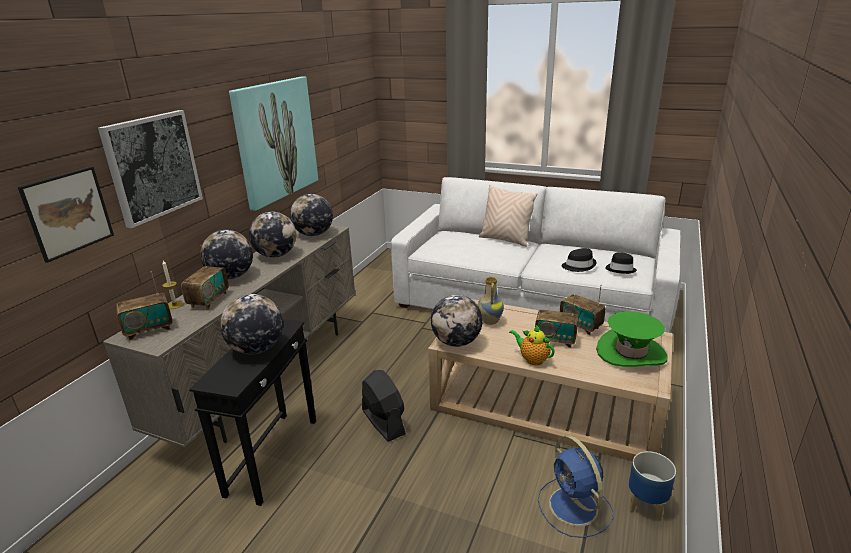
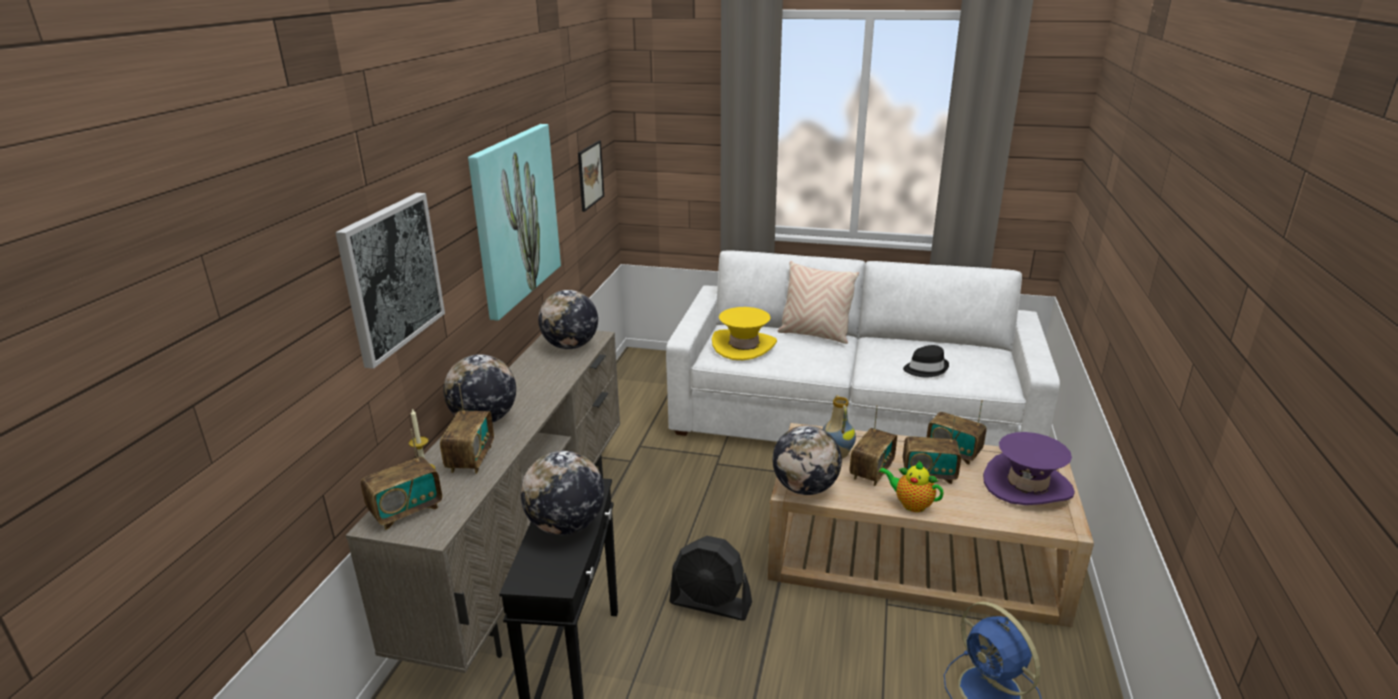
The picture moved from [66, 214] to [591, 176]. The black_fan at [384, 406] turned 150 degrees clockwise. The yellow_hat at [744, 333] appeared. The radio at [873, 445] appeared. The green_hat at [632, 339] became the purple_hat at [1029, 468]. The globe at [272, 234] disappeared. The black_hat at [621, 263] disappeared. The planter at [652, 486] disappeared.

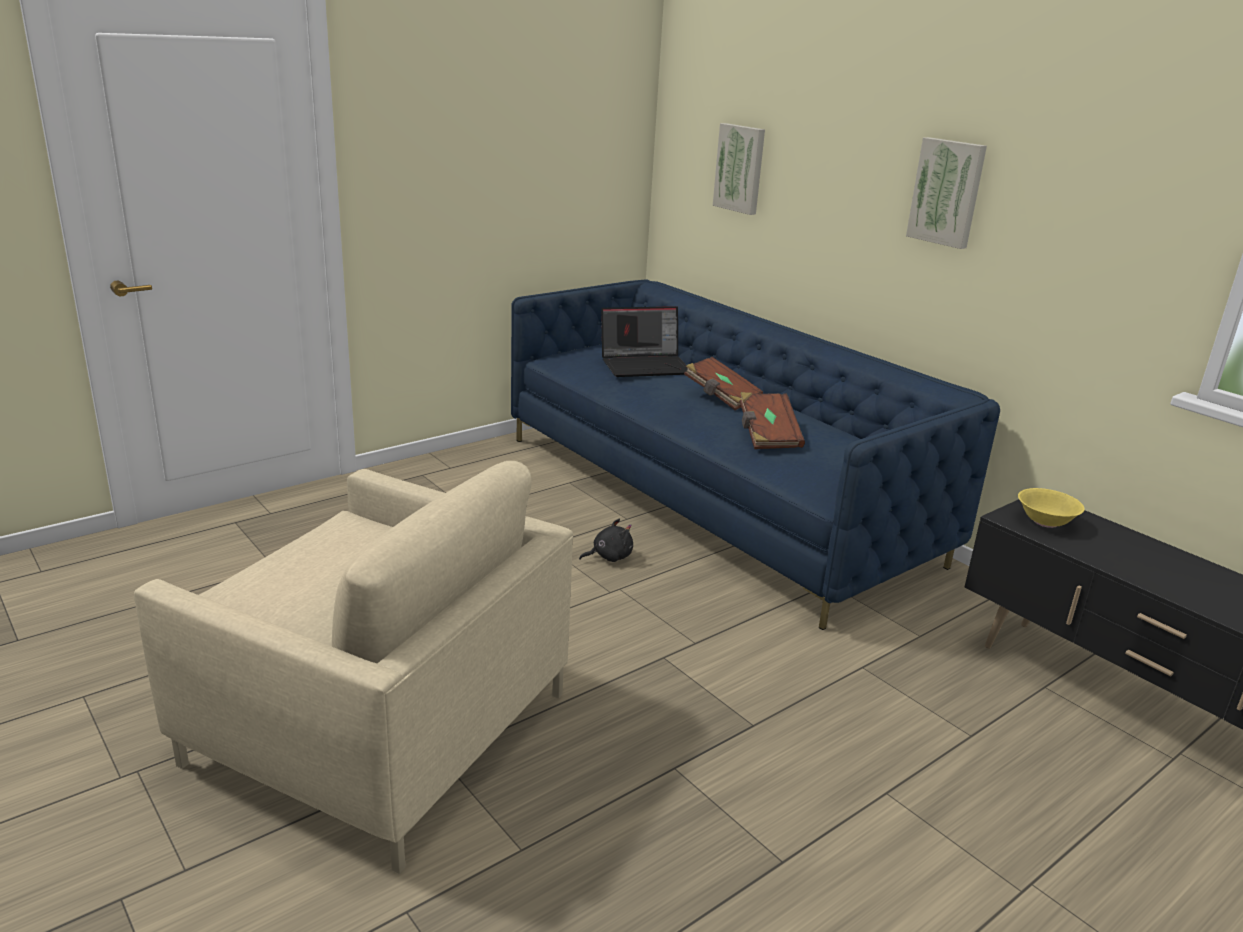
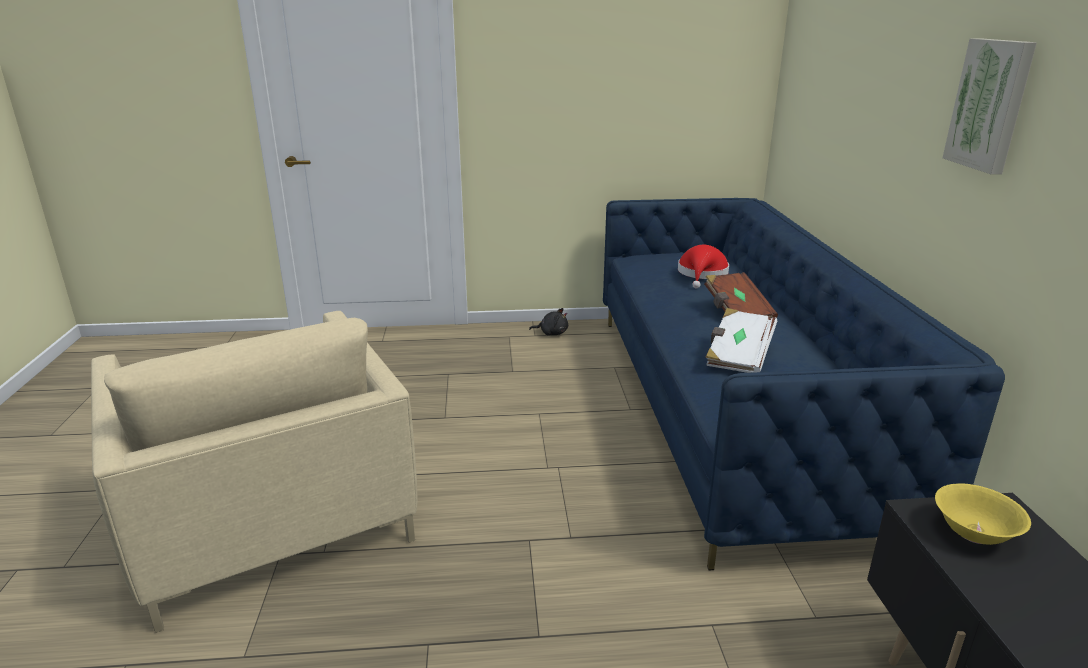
The black_plush_toy moved from [606, 540] to [548, 321]. The laptop at [644, 341] was replaced by the red_hat at [703, 266]. The brown_book at [772, 420] became the white_book at [741, 340]. The picture at [739, 169] disappeared.

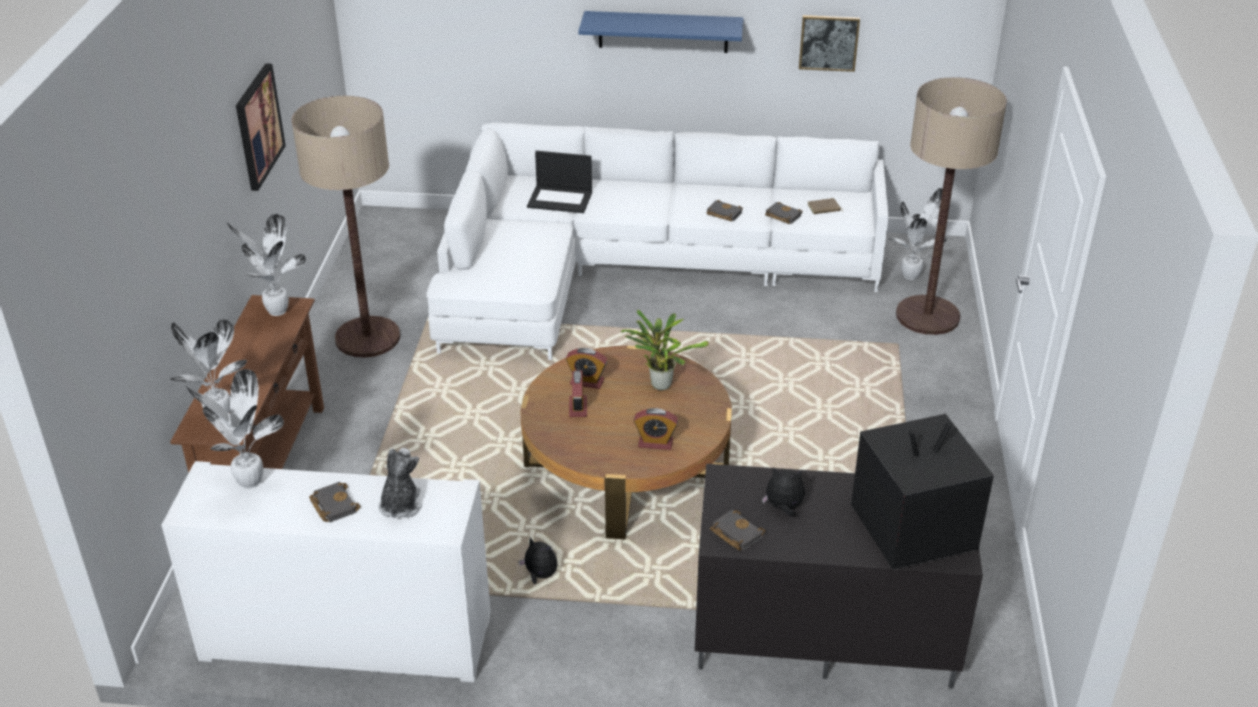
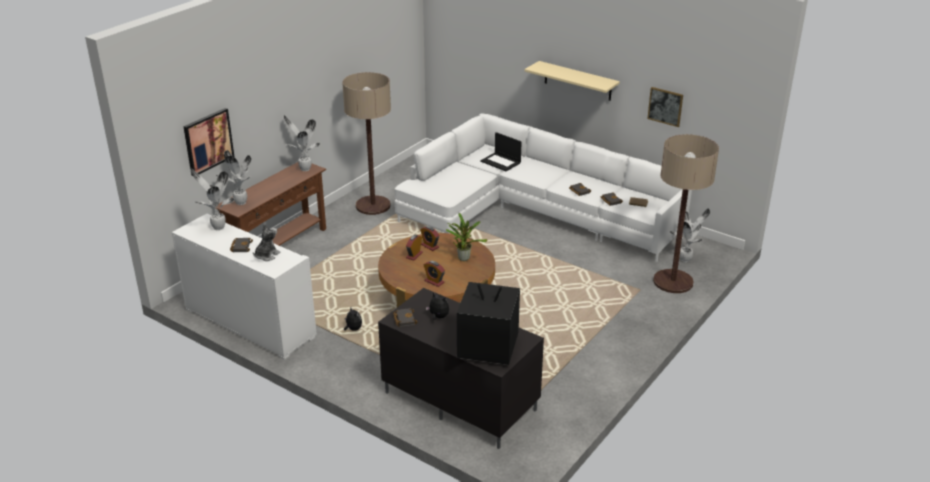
The picture moved from [261, 127] to [208, 142]. The blue_shelf at [661, 32] became the beige_shelf at [572, 81].

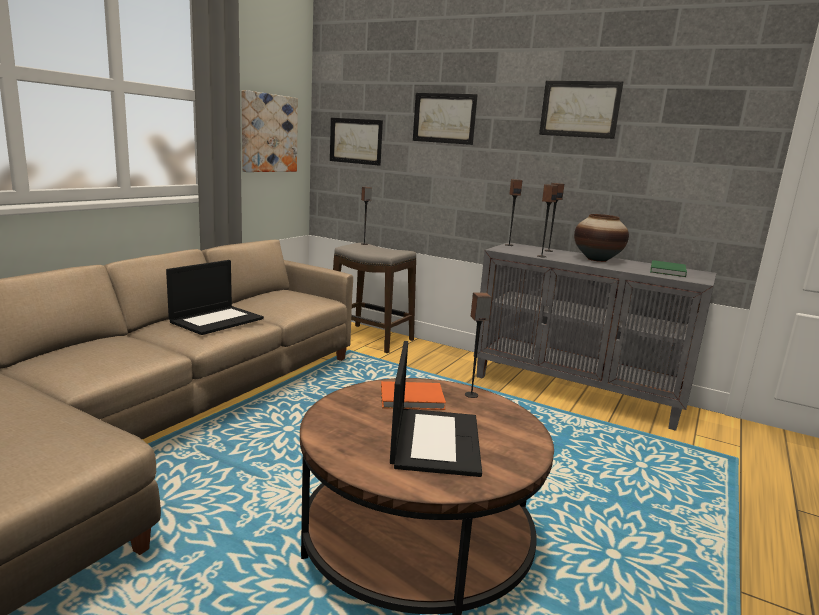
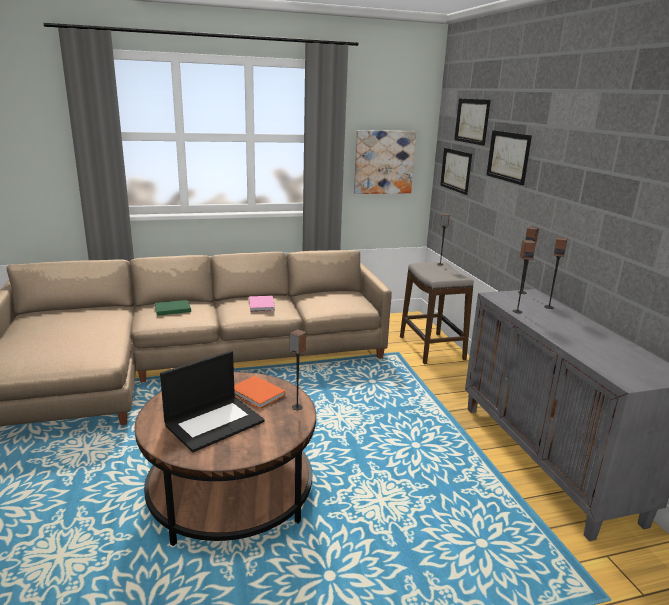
The green_book moved from [668, 268] to [173, 308]. The laptop at [215, 297] was replaced by the pink_book at [262, 304]. The picture moved from [581, 110] to [472, 122]. The vase at [601, 238] disappeared.

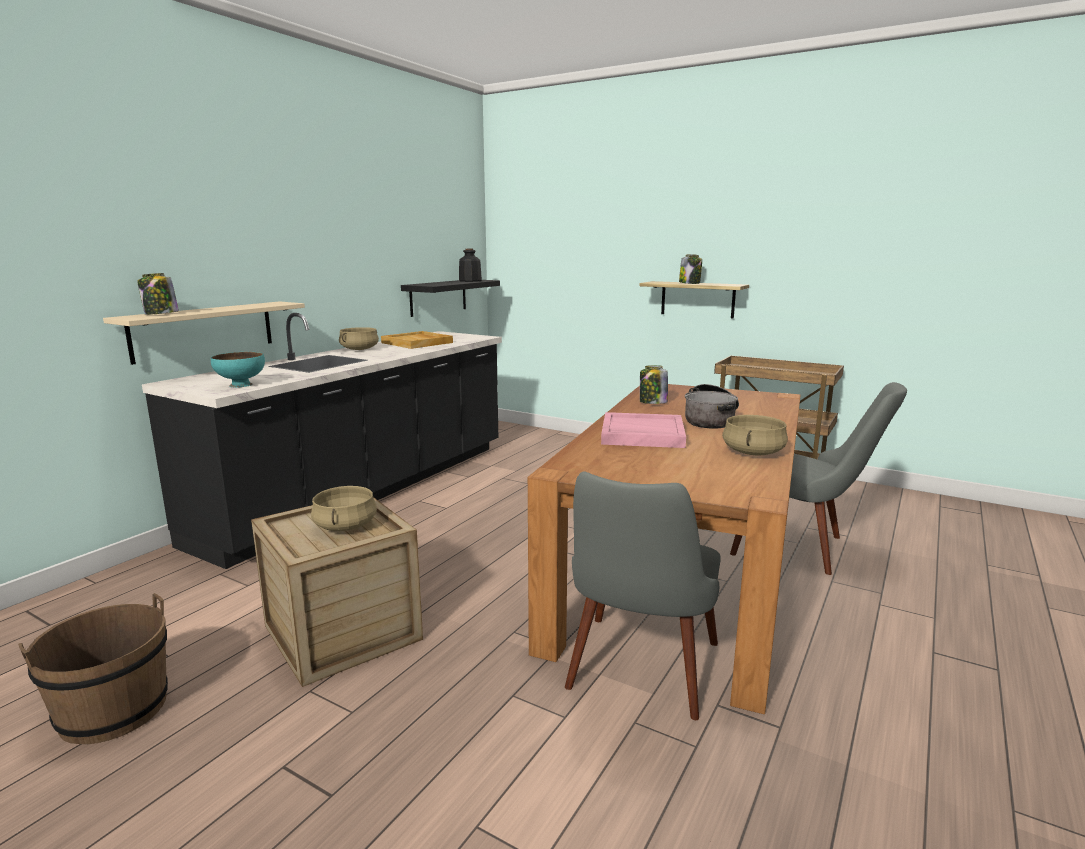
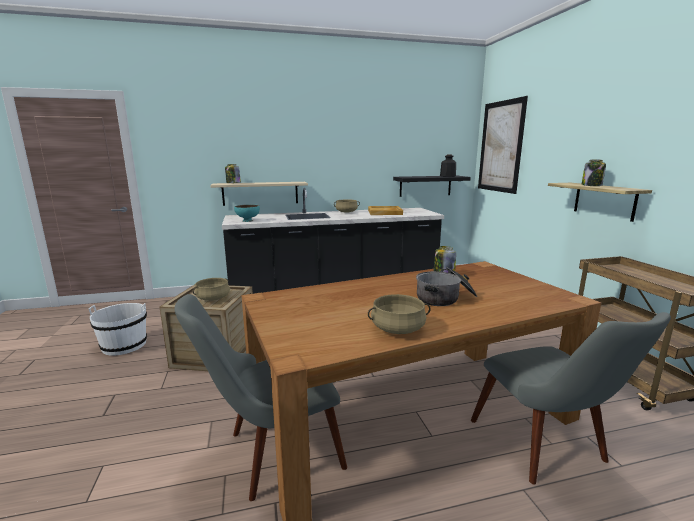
The brown_bucket at [93, 668] became the white_bucket at [118, 329]. The picture at [503, 145] appeared. The pink_tray at [643, 430] disappeared.

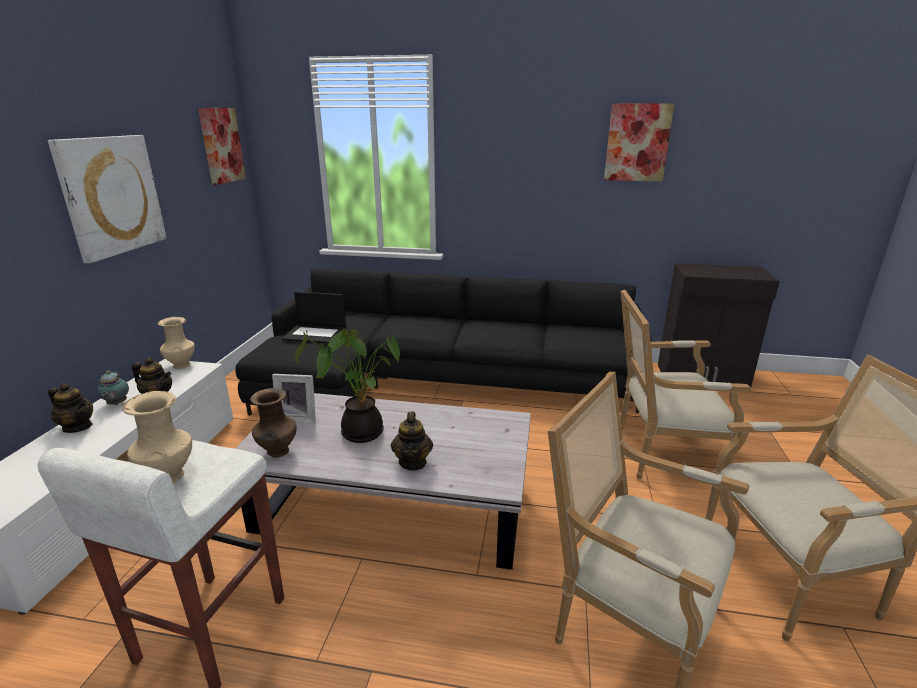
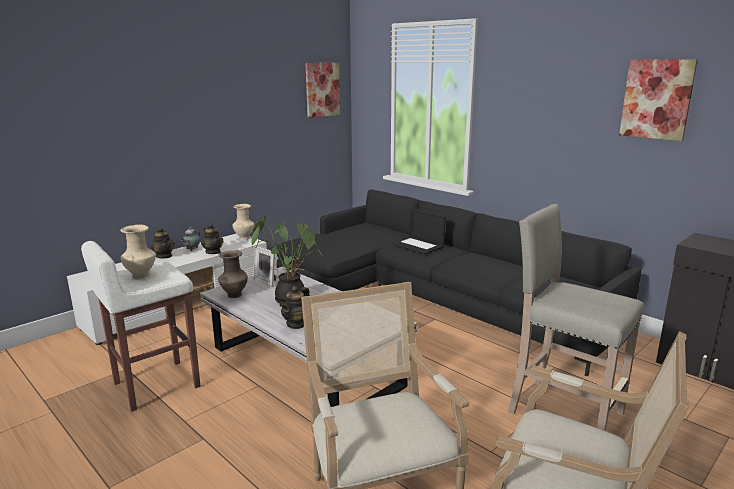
The laptop moved from [314, 318] to [418, 232]. The armchair at [685, 384] was replaced by the beige_stool at [576, 317]. The picture at [107, 199] disappeared.

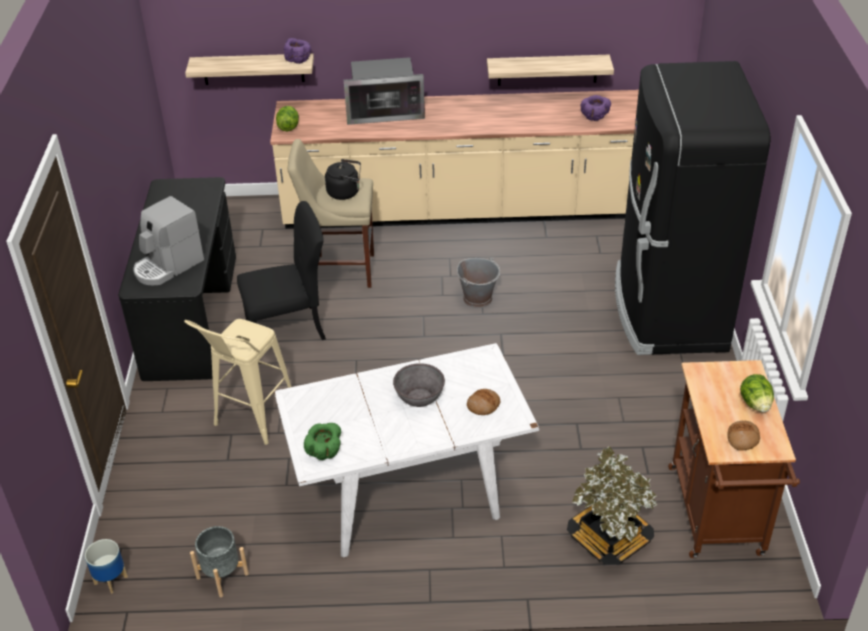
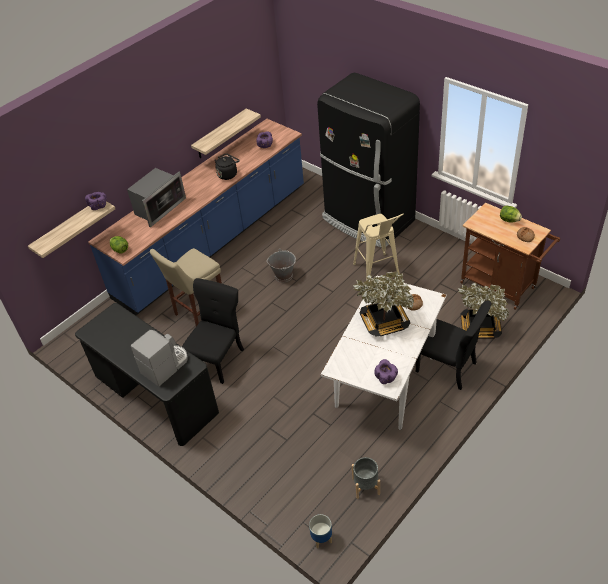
The beige_counter at [454, 159] became the blue_counter at [196, 217]. The coffee_machine at [168, 240] turned 135 degrees counterclockwise. The black_kettle moved from [343, 179] to [227, 166]. The beige_stool moved from [237, 382] to [378, 247]. The grey_bowl at [419, 385] was replaced by the potted_plant at [383, 304]. The green_bowl at [322, 441] became the purple_bowl at [386, 371]. The black_chair at [454, 345] appeared.

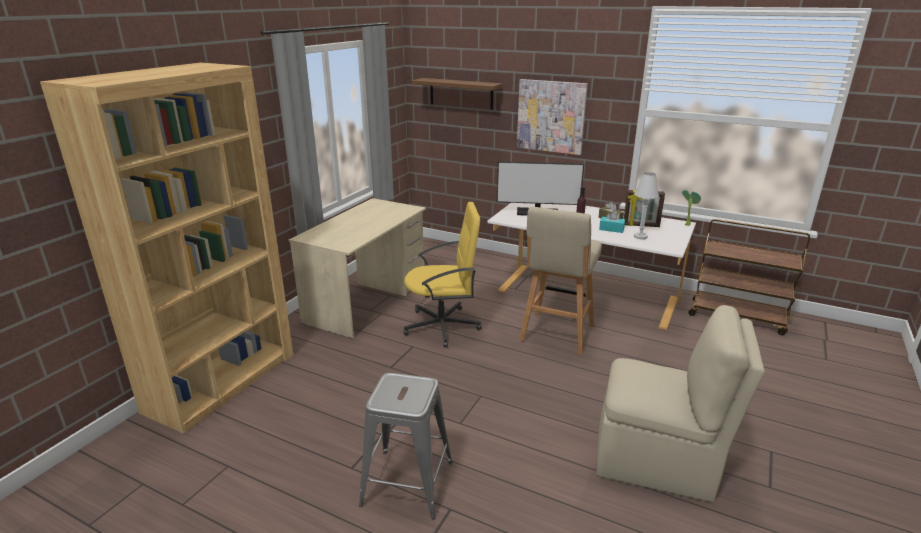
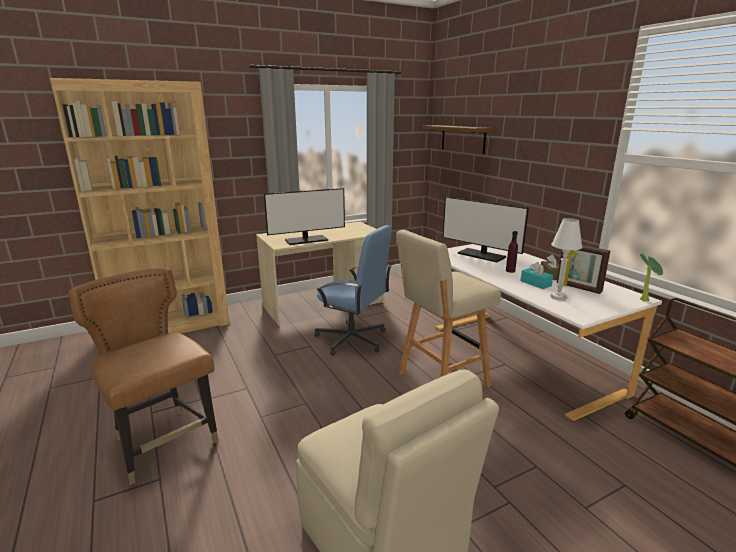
The grey_stool at [405, 446] was replaced by the brown_chair at [143, 376]. The monitor at [304, 216] appeared. The yellow_office_chair at [443, 274] became the blue_office_chair at [353, 290]. The picture at [552, 117] disappeared.

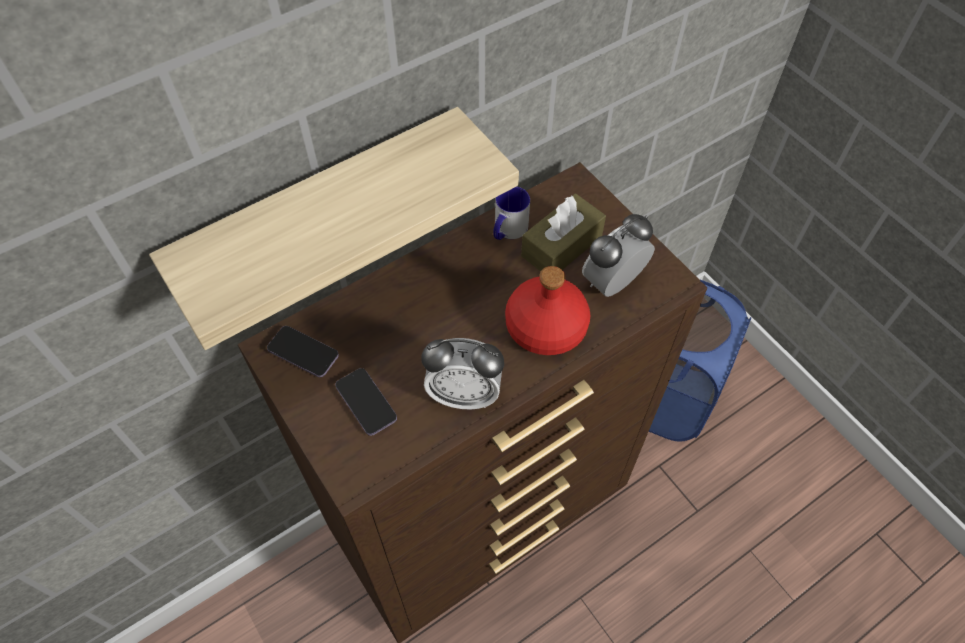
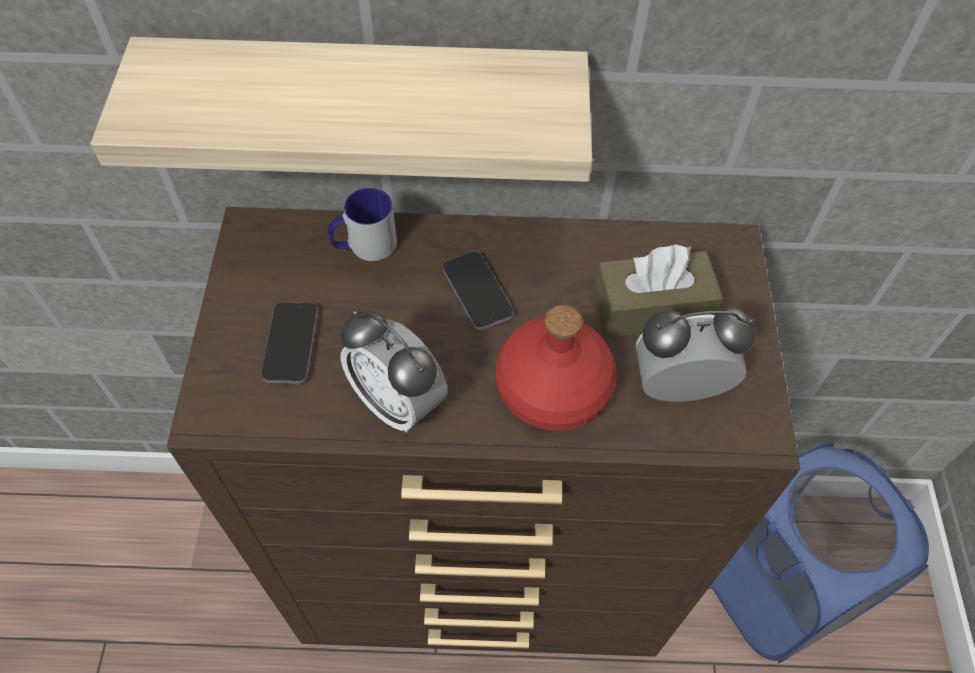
The mug moved from [511, 213] to [362, 224]. The phone moved from [303, 351] to [478, 290].

